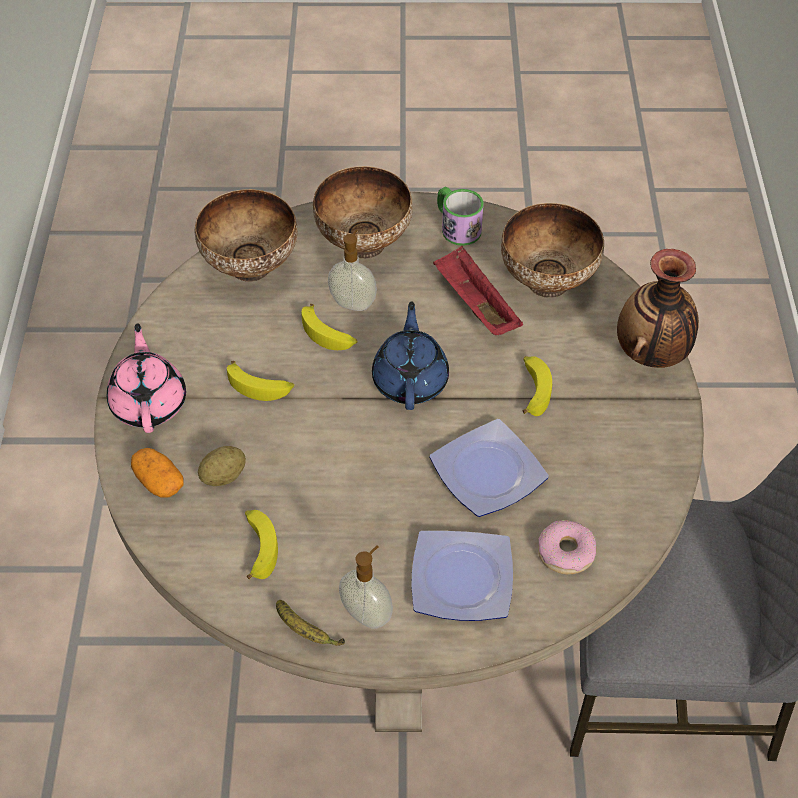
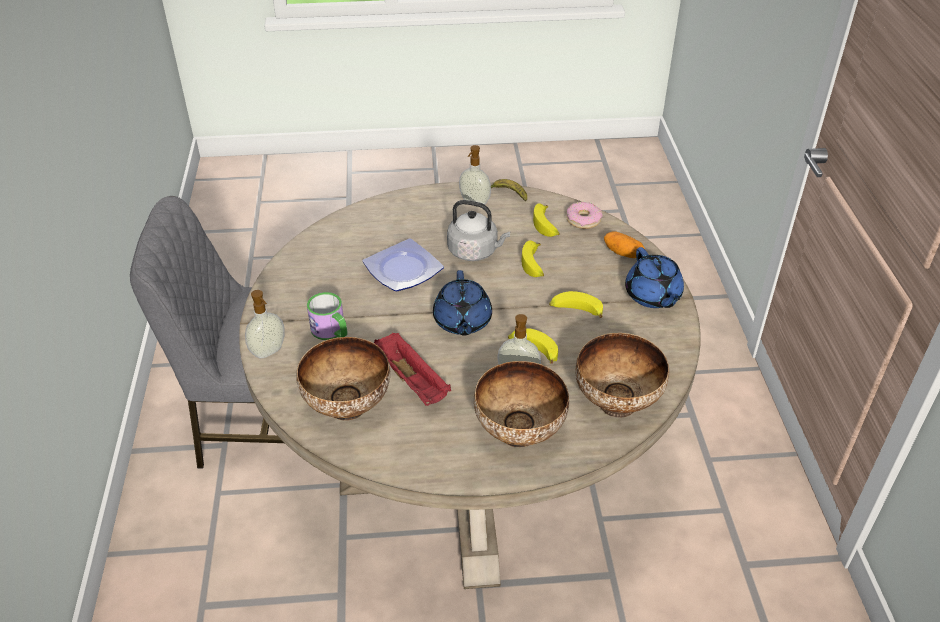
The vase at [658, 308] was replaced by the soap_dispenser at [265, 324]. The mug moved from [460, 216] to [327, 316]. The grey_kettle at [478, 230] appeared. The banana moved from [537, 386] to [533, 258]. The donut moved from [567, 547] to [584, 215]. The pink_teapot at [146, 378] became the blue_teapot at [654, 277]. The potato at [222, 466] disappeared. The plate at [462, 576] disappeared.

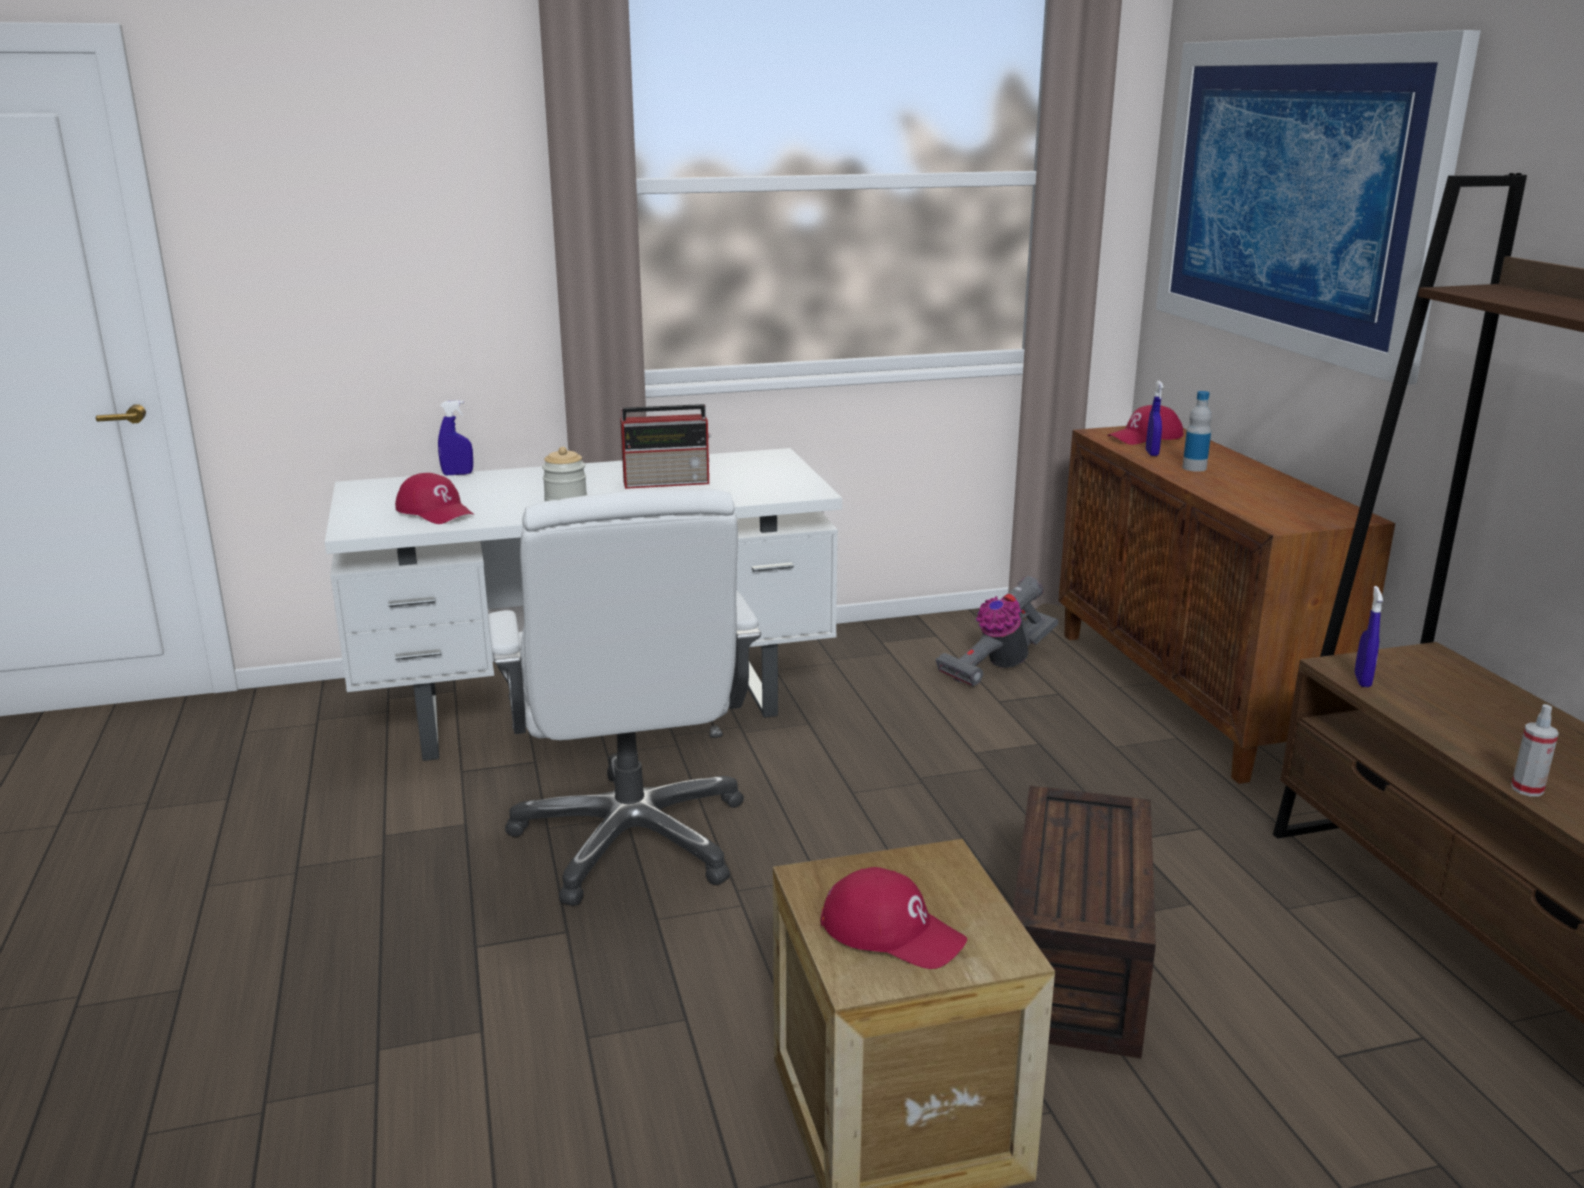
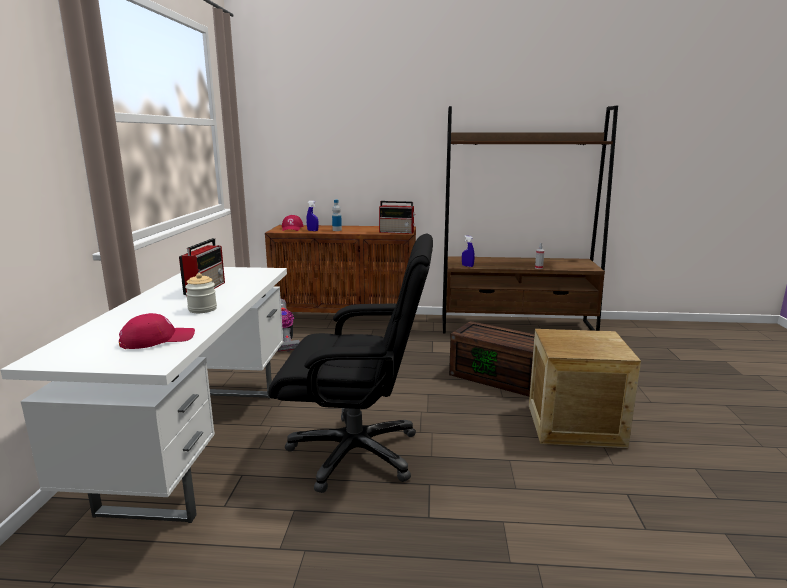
The white_office_chair at [624, 697] became the black_office_chair at [350, 363]. The radio at [397, 217] appeared. The blue_spray_bottle at [455, 437] disappeared. The red_cap at [894, 918] disappeared. The picture at [1318, 207] disappeared.

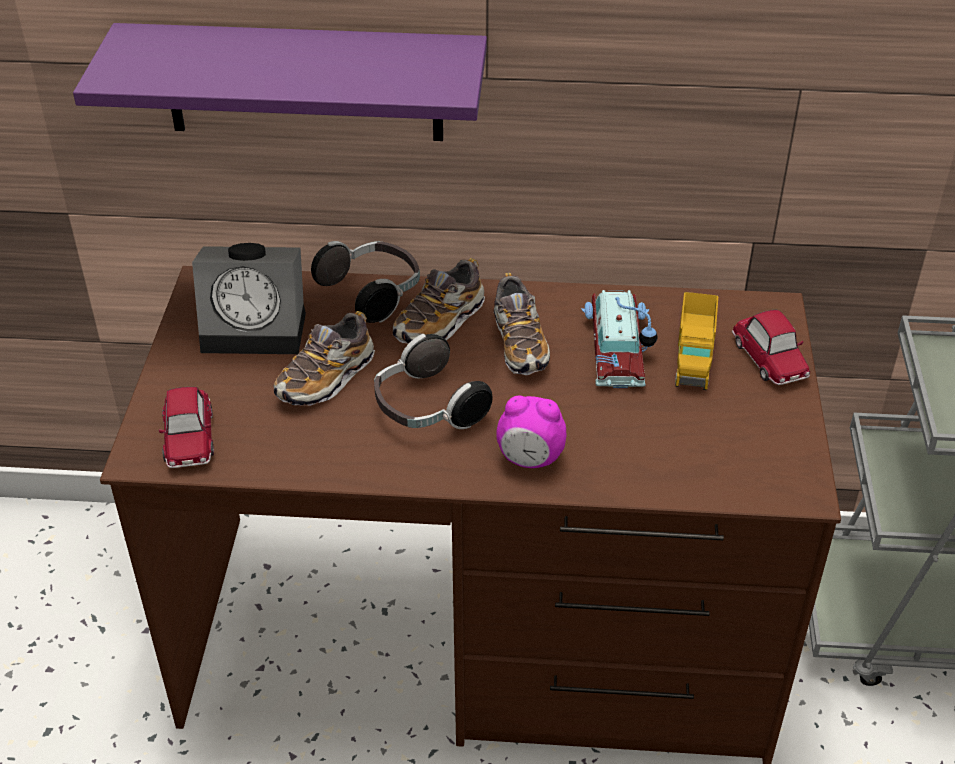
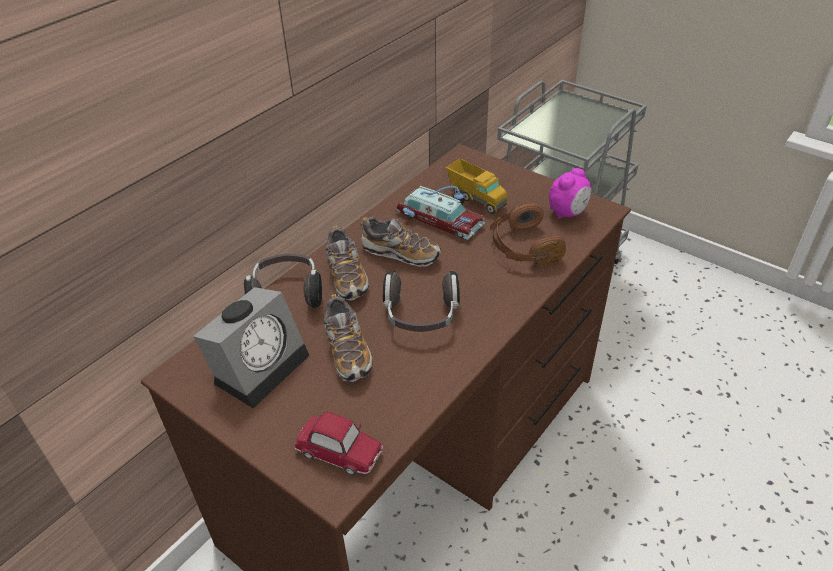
The brown_headphones at [528, 234] appeared. The alarm_clock moved from [531, 432] to [570, 193]. The purple_shelf at [280, 82] disappeared. The toy_car at [771, 347] disappeared.

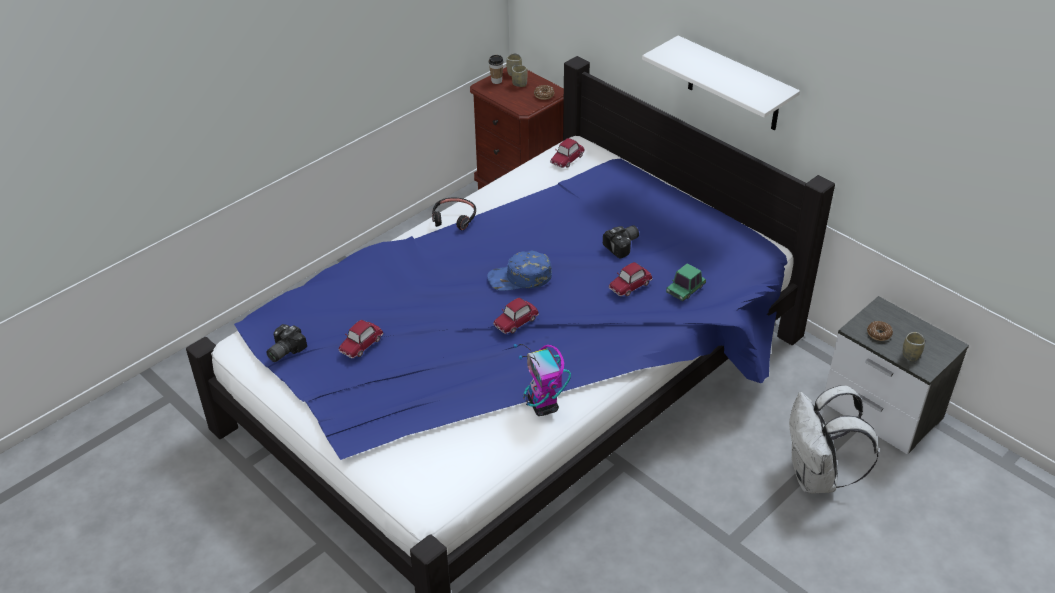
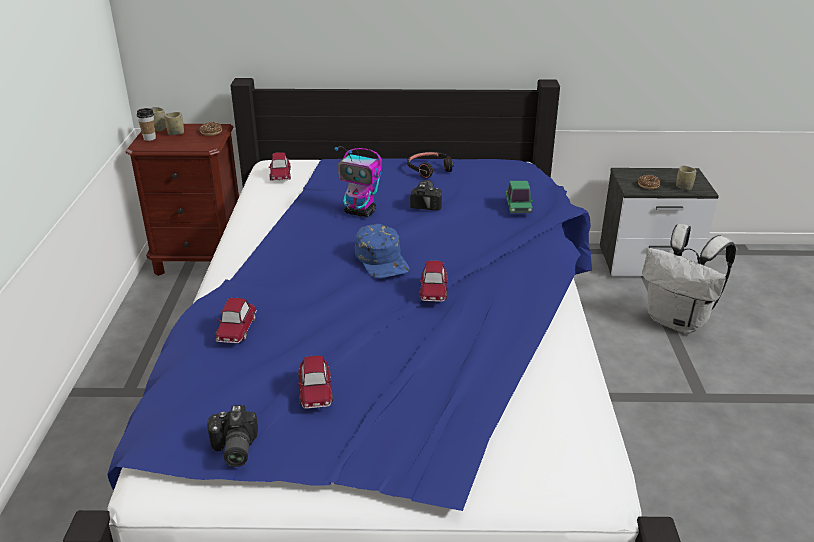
The toy_car moved from [630, 279] to [236, 320]. The toy_robot moved from [542, 380] to [358, 182]. The blue_cap at [519, 271] turned 60 degrees counterclockwise. The black_headphones moved from [454, 214] to [430, 164]. The white_shelf at [721, 83] disappeared.

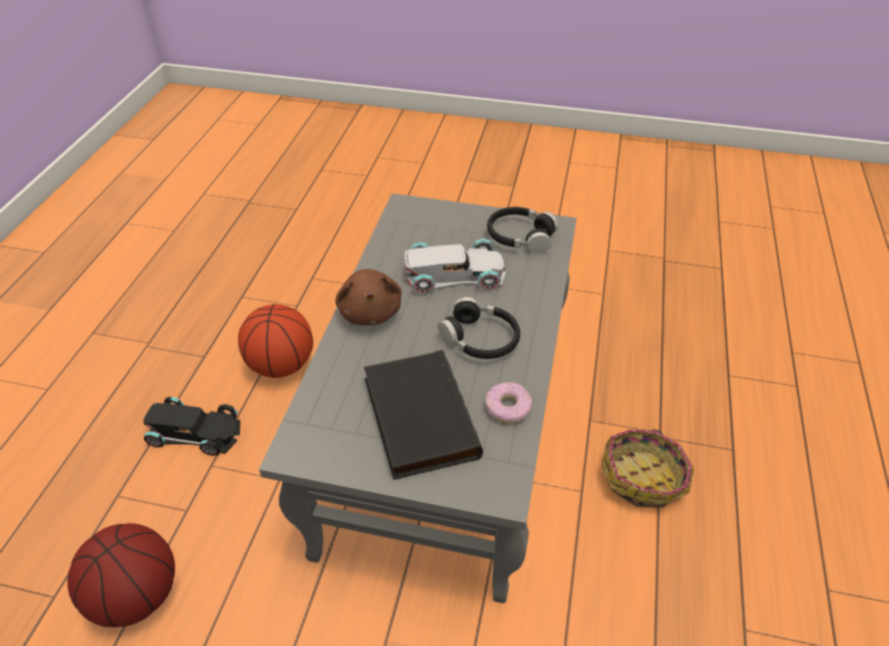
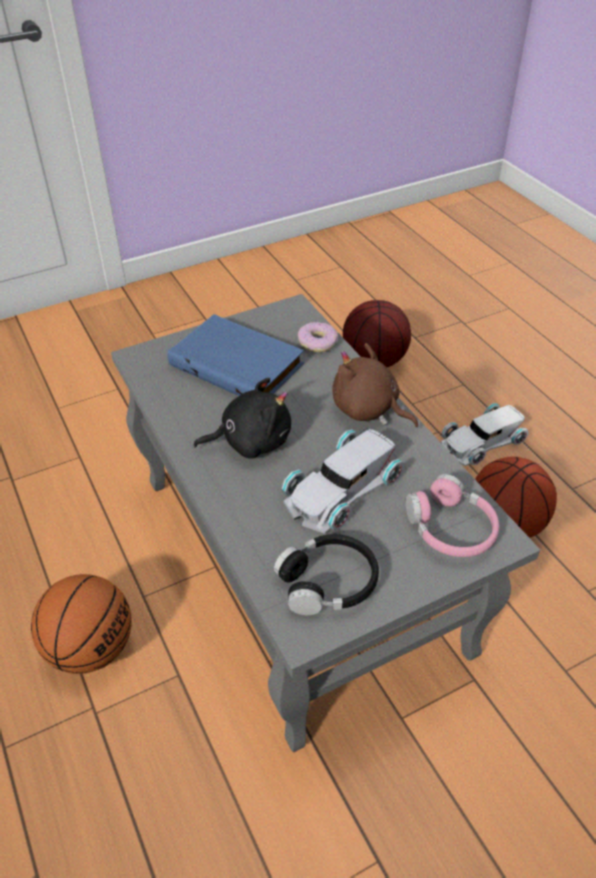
The basket at [647, 468] was replaced by the basketball at [81, 624]. The black_book at [423, 415] became the blue_book at [235, 355]. The black_headphones at [479, 328] was replaced by the black_plush_toy at [242, 418]. The donut moved from [508, 402] to [318, 337]. The pink_headphones at [452, 515] appeared. The black_toy_car at [191, 426] became the white_toy_car at [484, 434].

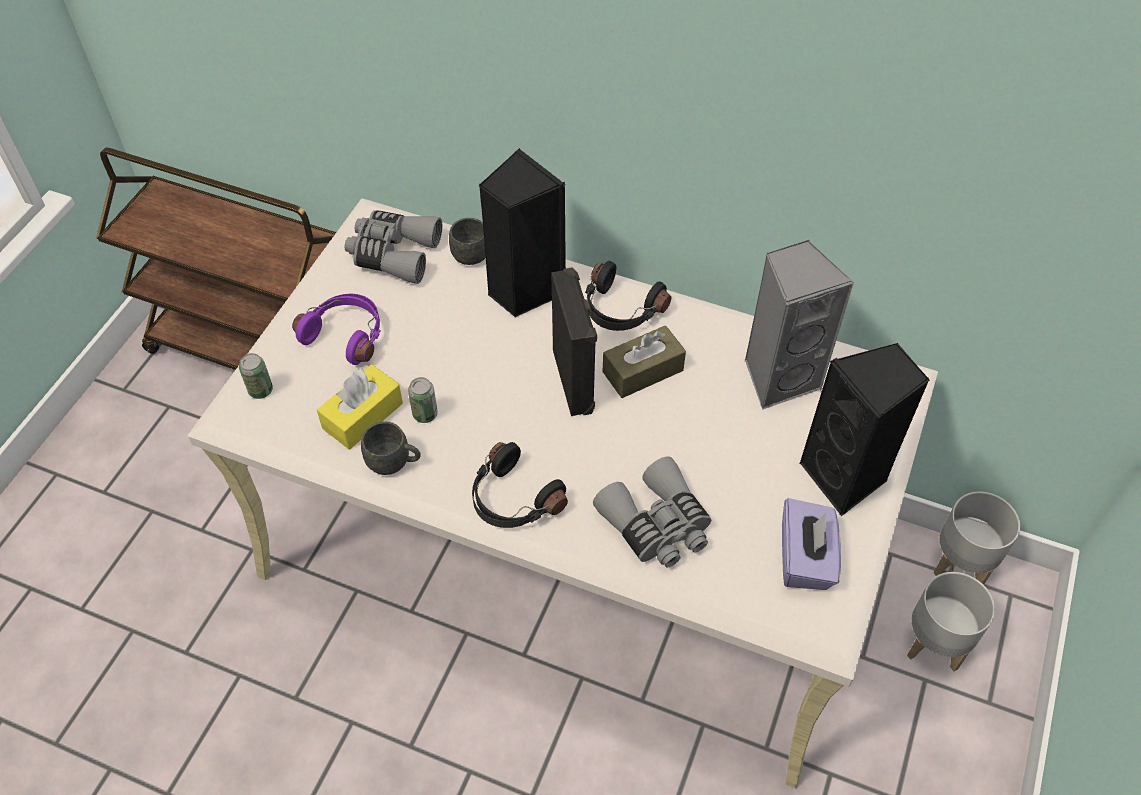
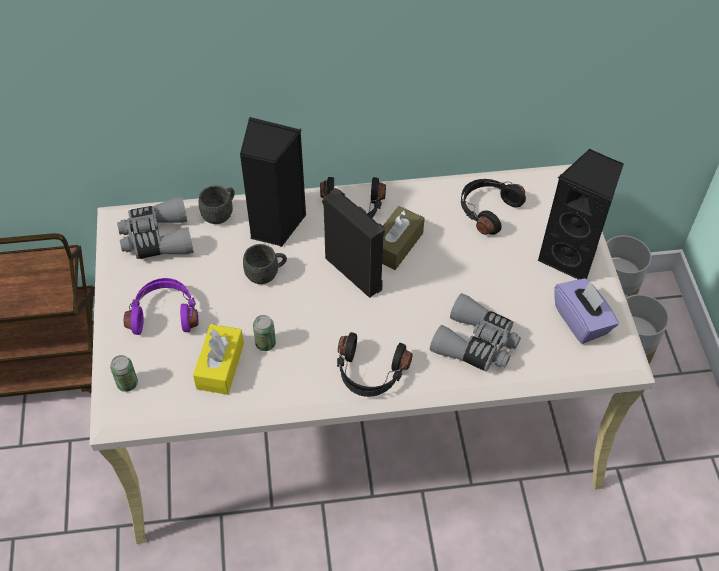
The grey_mug moved from [391, 448] to [265, 264]. The grey_speaker at [799, 325] was replaced by the black_headphones at [493, 207].

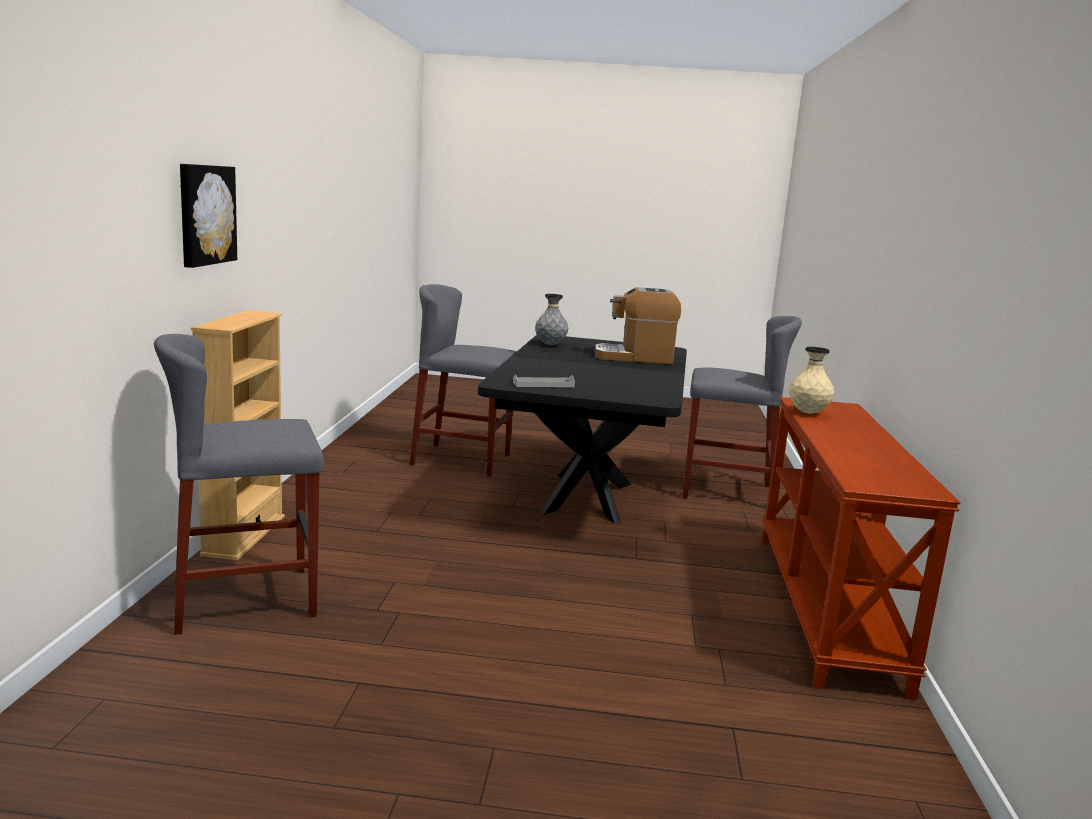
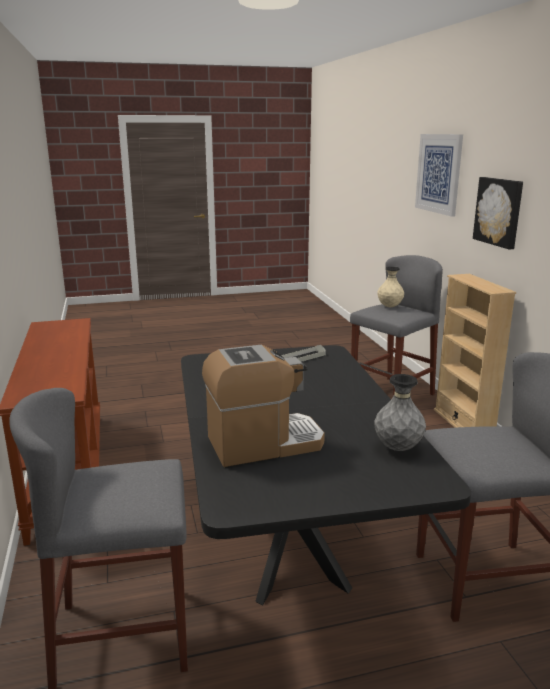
The beige_vase moved from [811, 380] to [390, 286]. The picture at [439, 175] appeared.

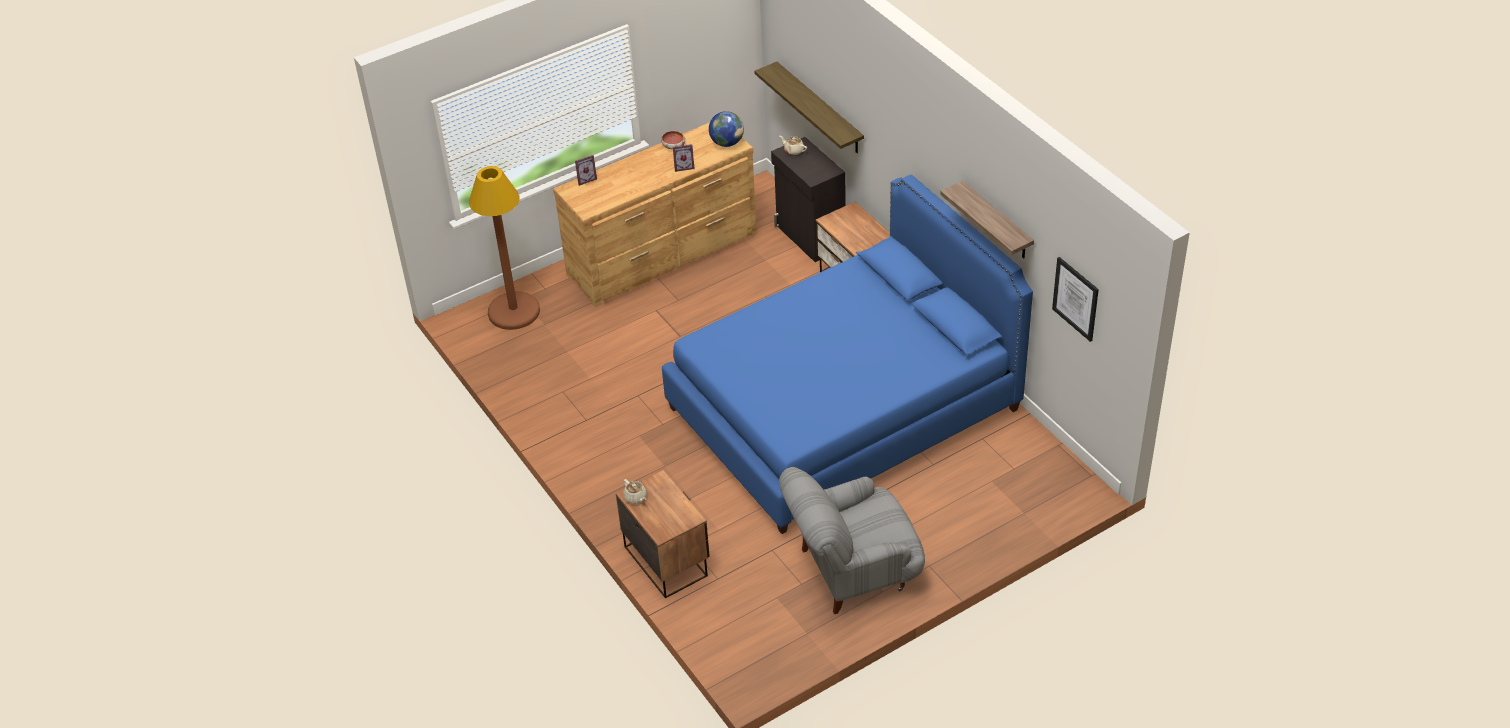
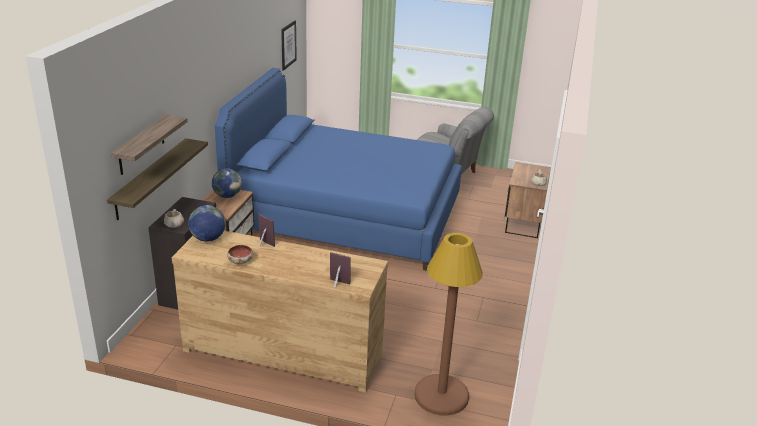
The shelf moved from [987, 219] to [149, 144]. The globe at [227, 183] appeared.

